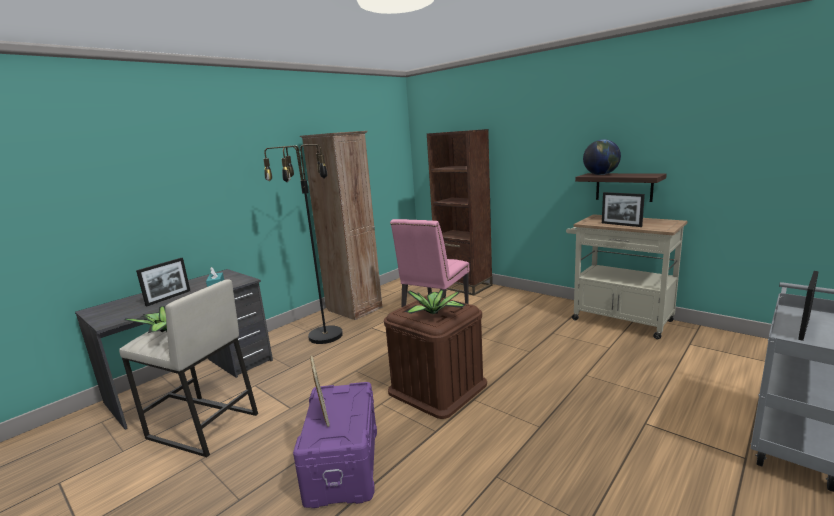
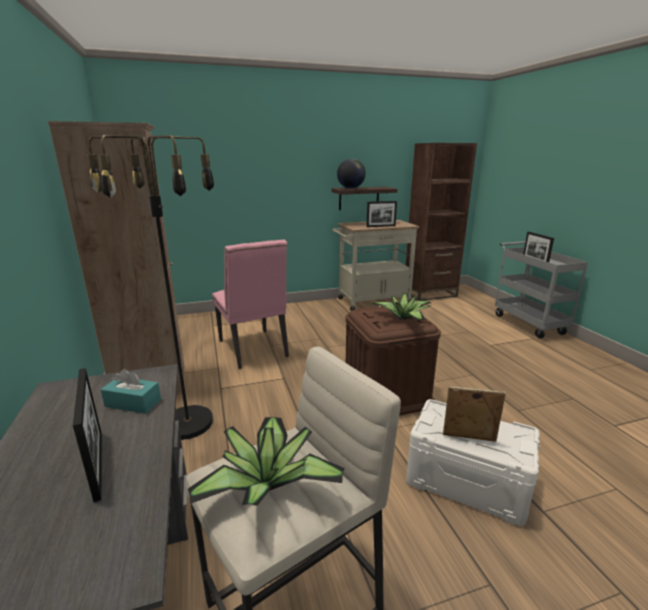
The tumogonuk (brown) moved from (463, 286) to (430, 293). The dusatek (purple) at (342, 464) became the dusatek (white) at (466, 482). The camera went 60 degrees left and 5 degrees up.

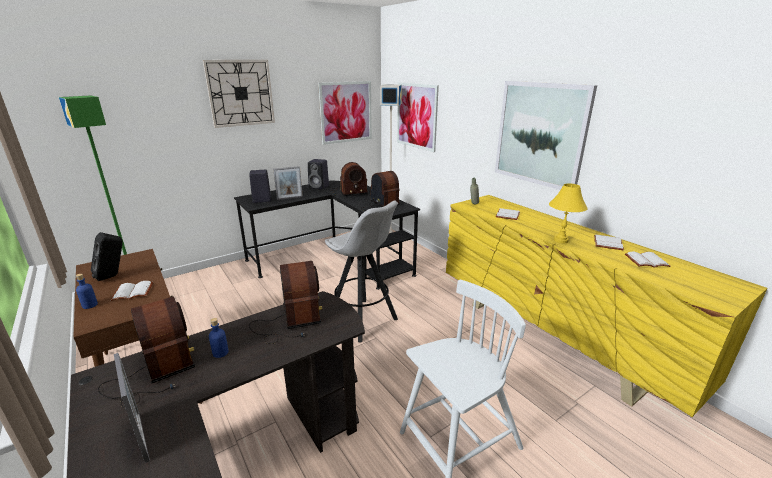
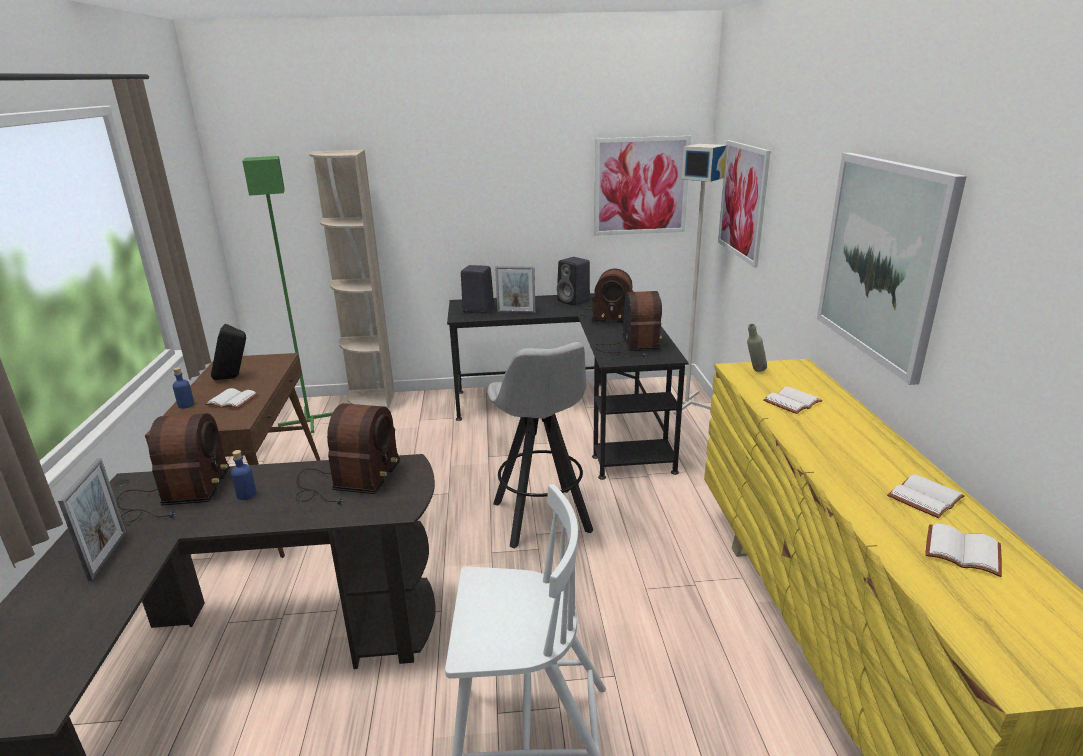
The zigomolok at (240, 93) disappeared. The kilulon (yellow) at (561, 240) disappeared. The tumogonuk (beige) at (371, 404) appeared. The camera went 30 degrees right and 0 degrees up.

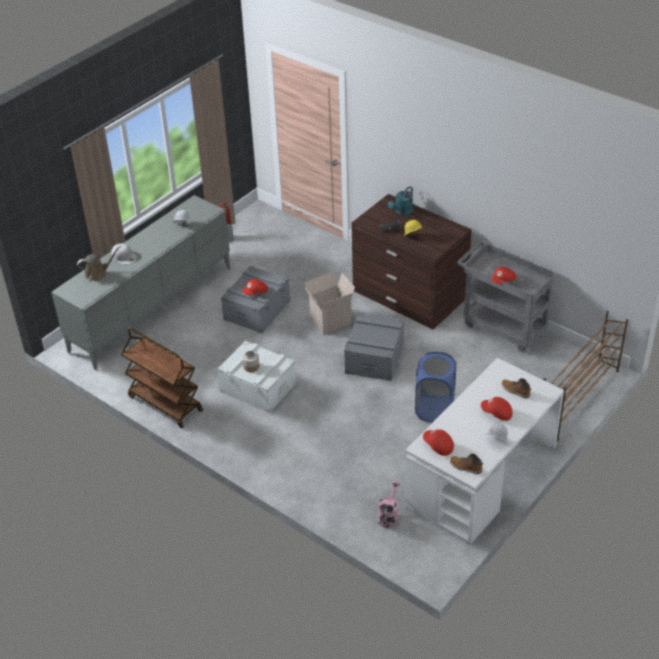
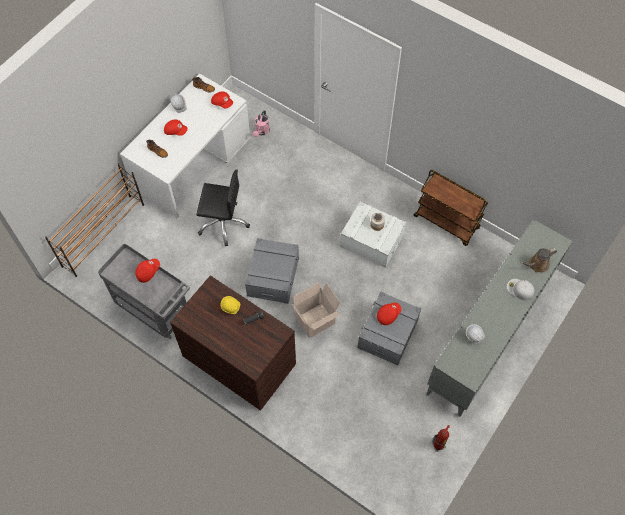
The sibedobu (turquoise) at (402, 213) disappeared. The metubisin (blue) at (434, 409) was replaced by the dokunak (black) at (223, 223). The camera went 175 degrees right and 20 degrees up.

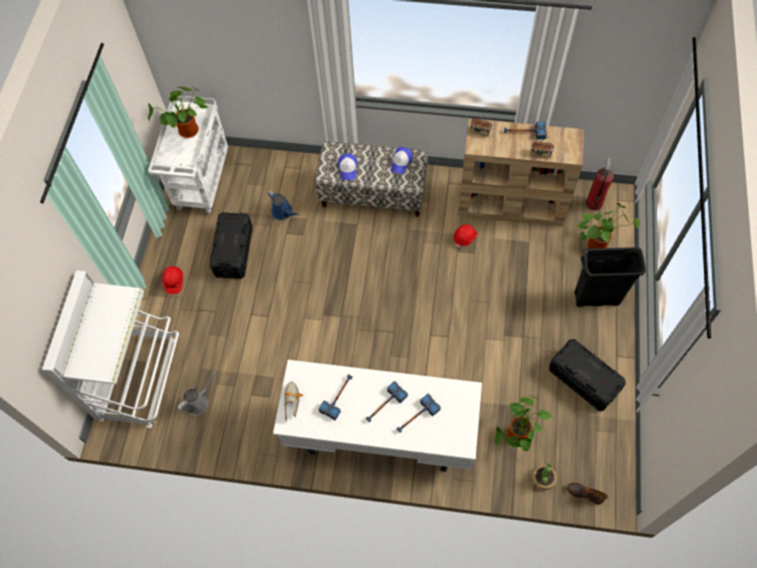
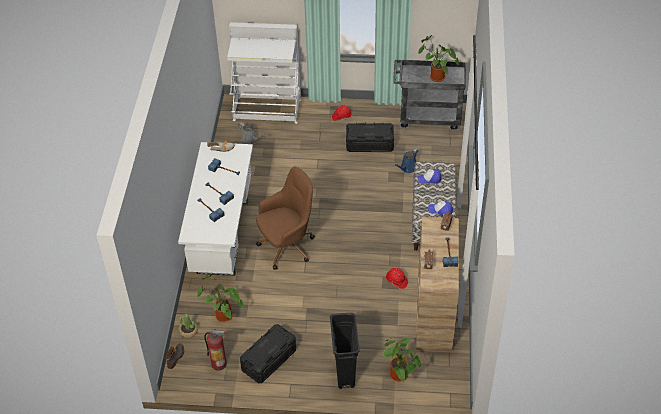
The dokunak (brown) at (287, 247) appeared. The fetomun moved from (594, 203) to (219, 363). The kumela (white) at (202, 185) became the kumela (black) at (426, 121). The camera went 85 degrees right and 15 degrees down.

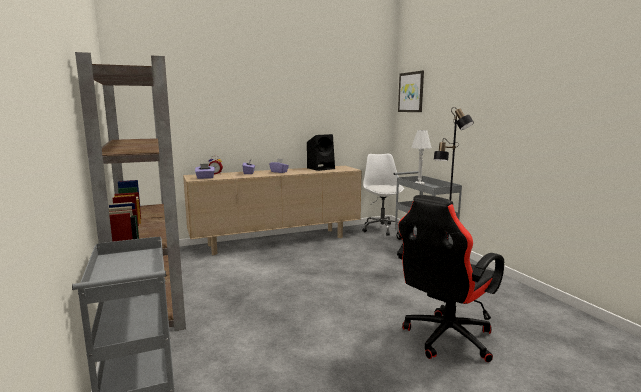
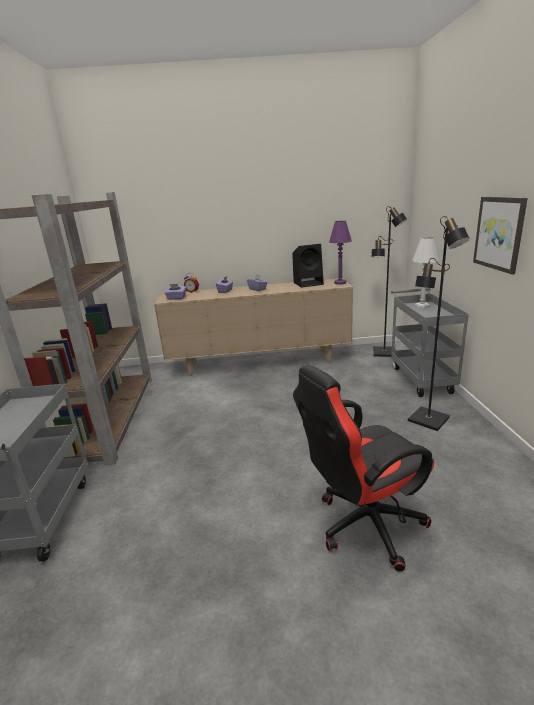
The kilulon (purple) at (340, 283) appeared. The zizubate moved from (411, 92) to (499, 233). The dokunak (white) at (381, 229) was replaced by the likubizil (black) at (384, 352). The camera went 20 degrees right and 10 degrees up.

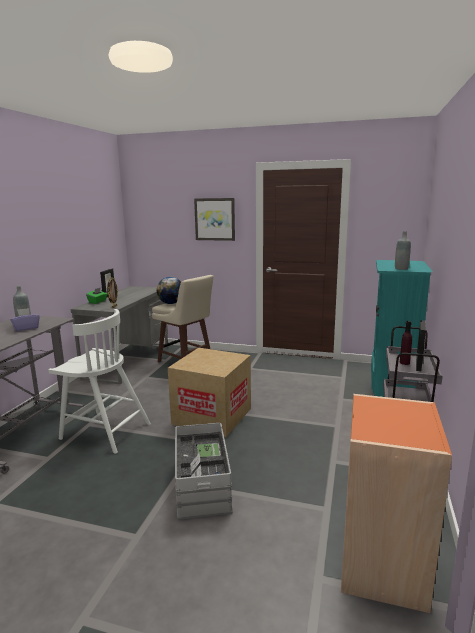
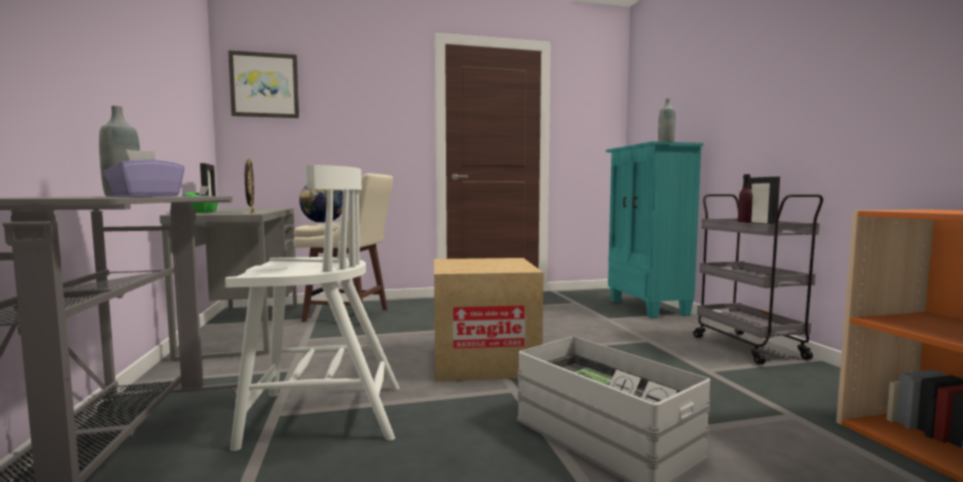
The zizubate moved from (215, 219) to (265, 85). The camera went 30 degrees left and 10 degrees down.

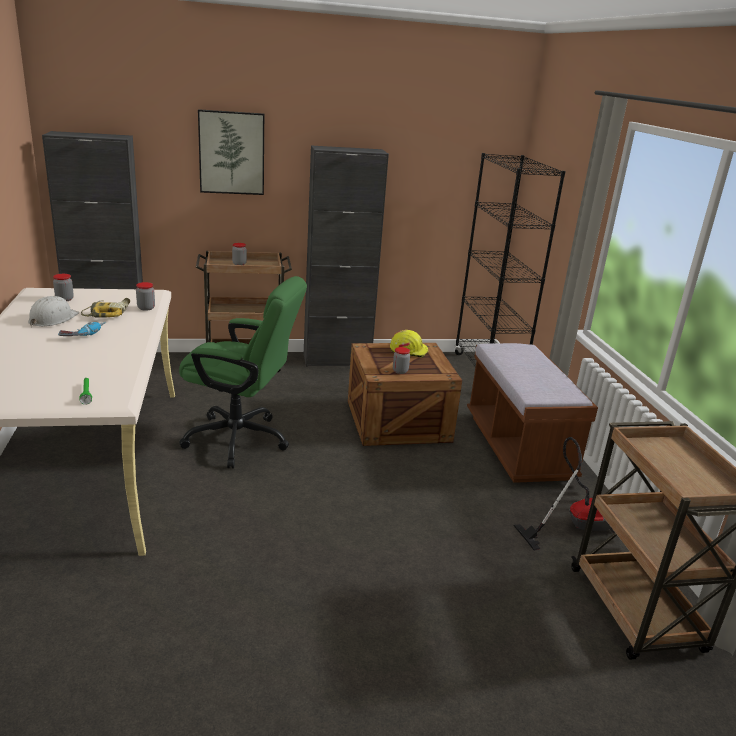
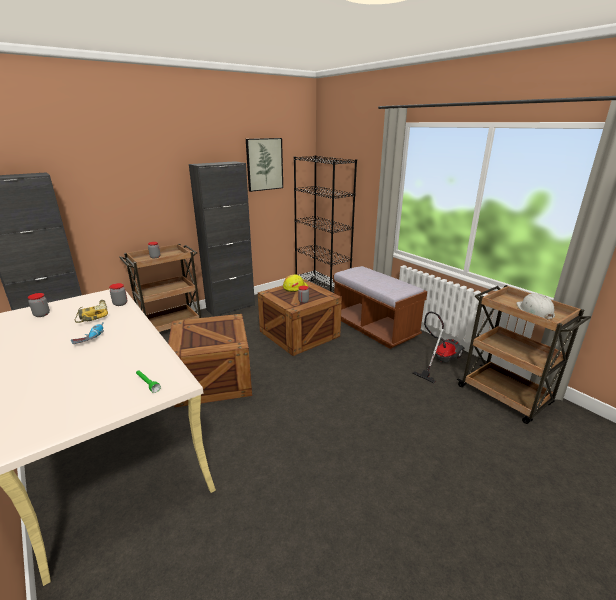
The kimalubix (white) moved from (52, 319) to (534, 311). The zizubate moved from (231, 153) to (264, 164). The dokunak (green) at (242, 441) was replaced by the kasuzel at (214, 379). The camera went 25 degrees left and 0 degrees up.

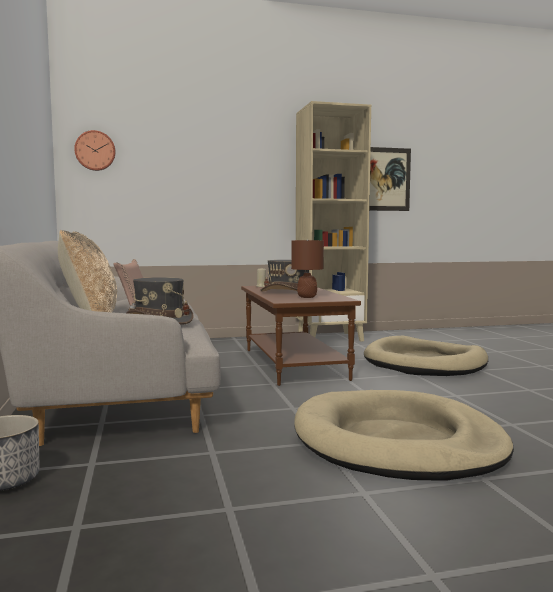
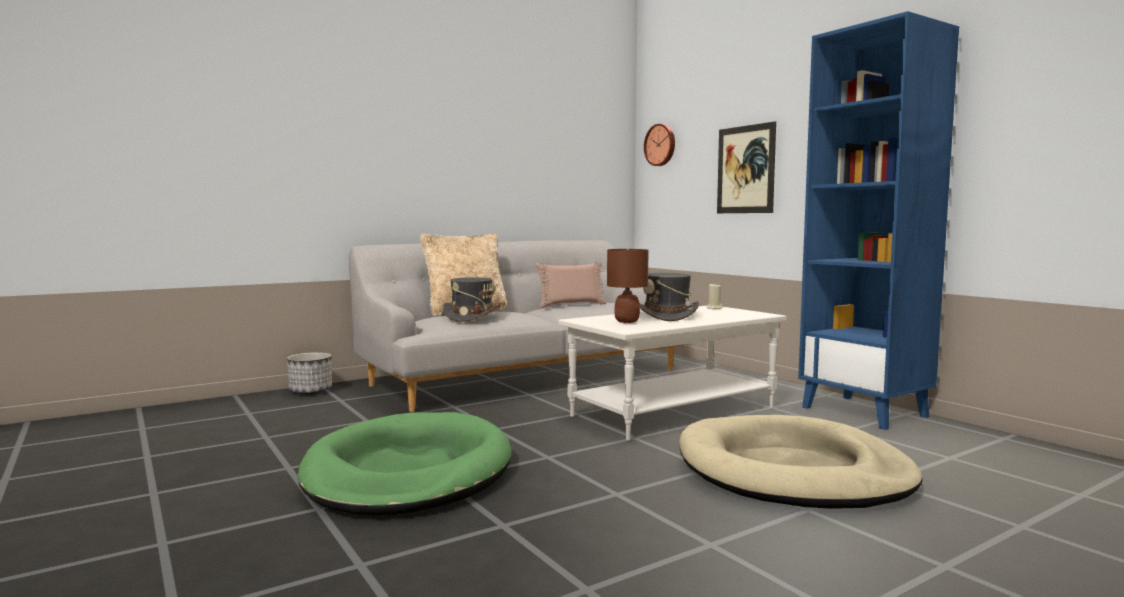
The zizubate moved from (385, 179) to (745, 169). The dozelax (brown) at (292, 364) became the dozelax (white) at (673, 411). The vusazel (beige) at (397, 442) became the vusazel (green) at (409, 472). The tumogonuk (beige) at (330, 338) became the tumogonuk (blue) at (865, 412). The camera went 70 degrees right and 0 degrees up.

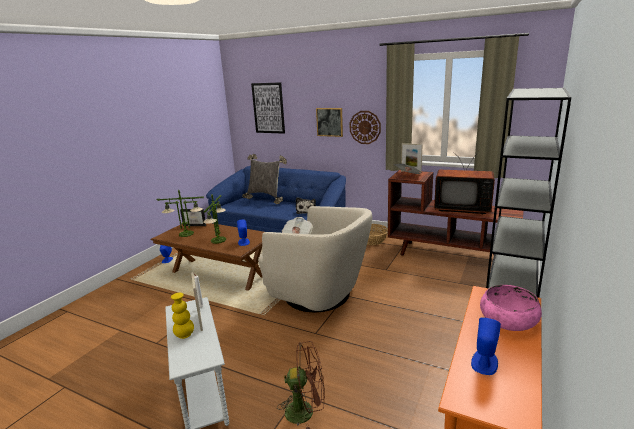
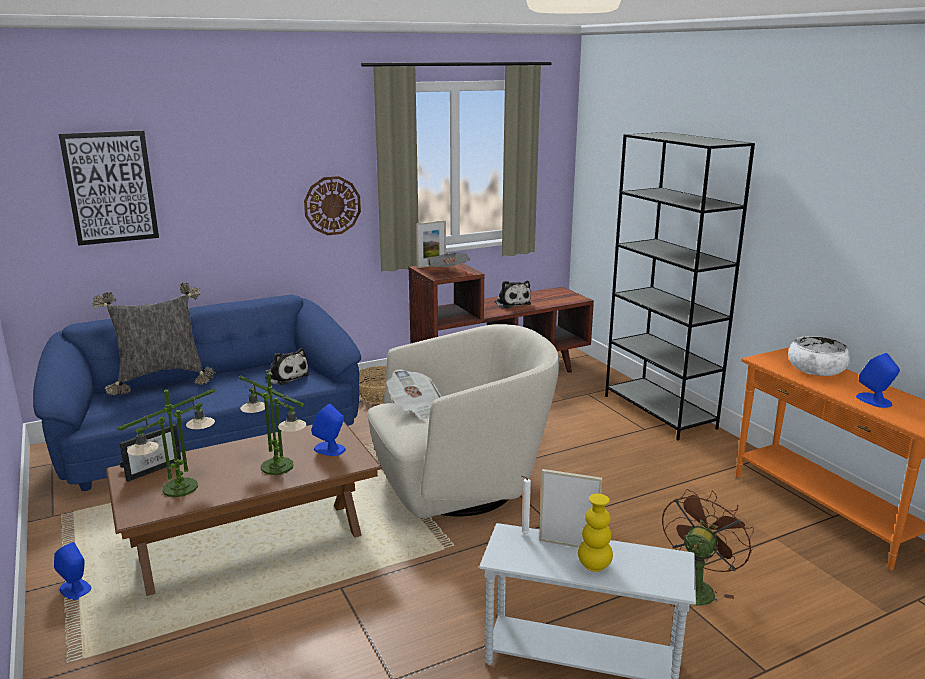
The zizubate at (329, 122) disappeared. The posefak at (461, 208) was replaced by the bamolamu at (511, 303). The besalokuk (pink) at (508, 320) became the besalokuk (white) at (816, 369). The camera went 55 degrees left and 0 degrees up.

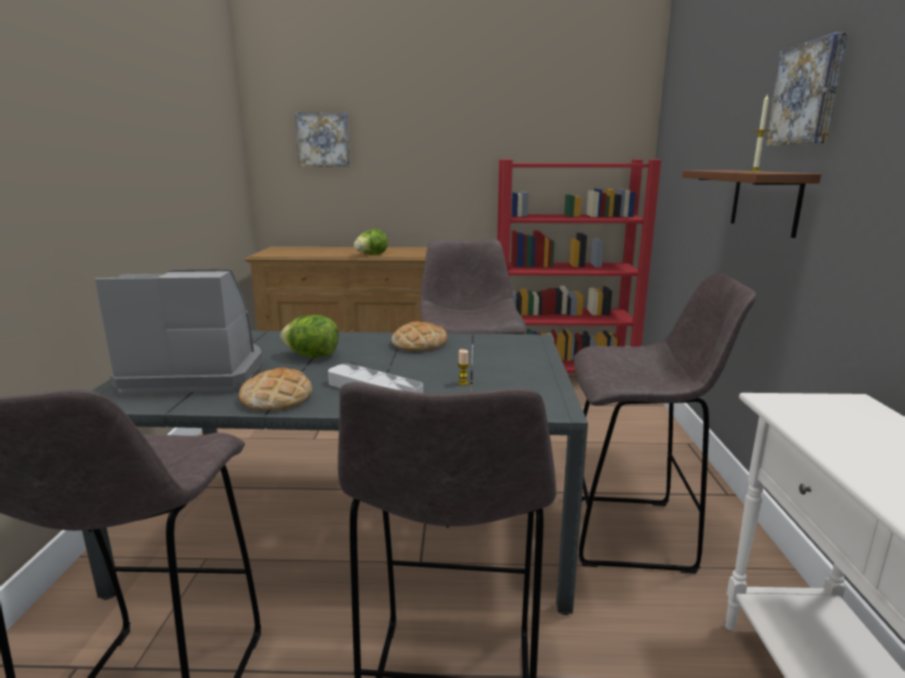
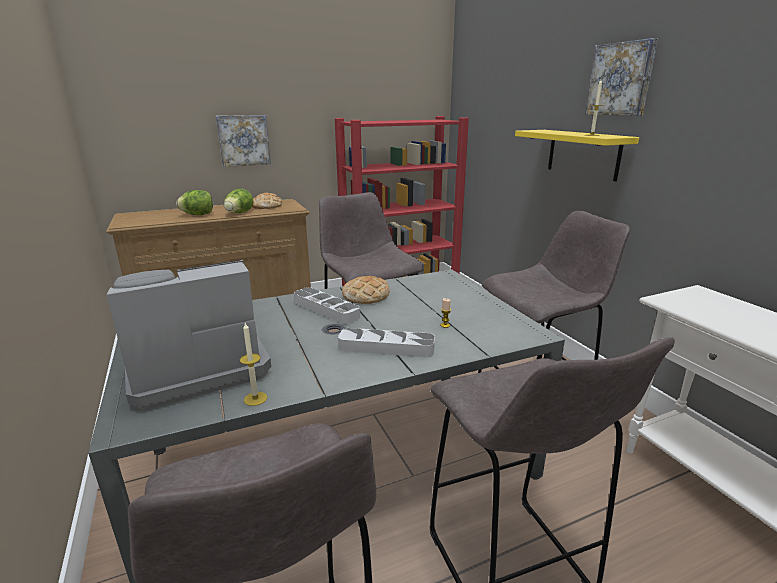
The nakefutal at (255, 399) appeared. The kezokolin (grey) at (326, 309) appeared. The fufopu moved from (277, 398) to (266, 206). The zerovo moved from (312, 356) to (198, 215). The zizubate moved from (323, 140) to (243, 140). The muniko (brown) at (765, 201) became the muniko (yellow) at (583, 154). The camera went 25 degrees left and 5 degrees up.

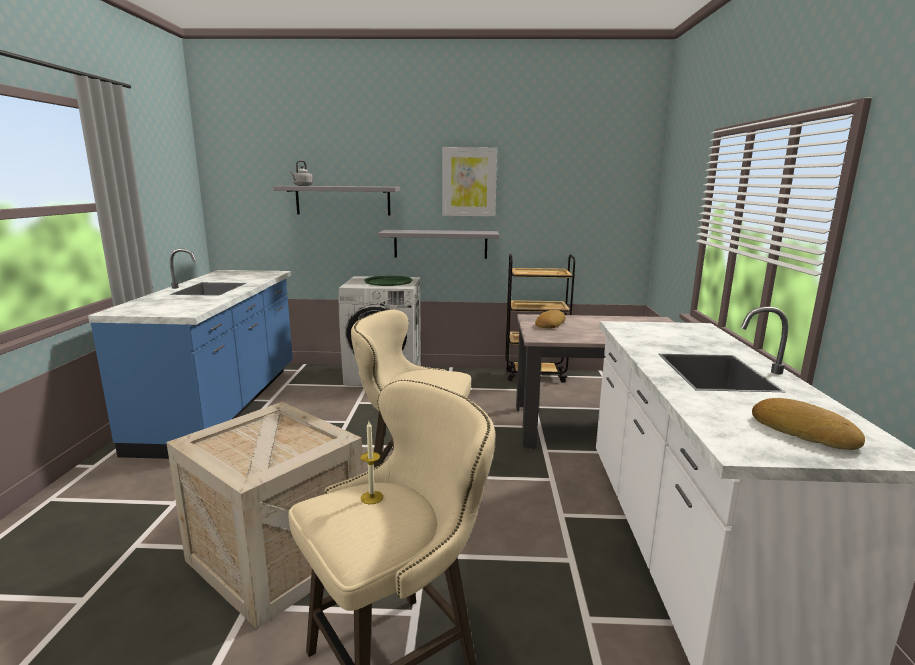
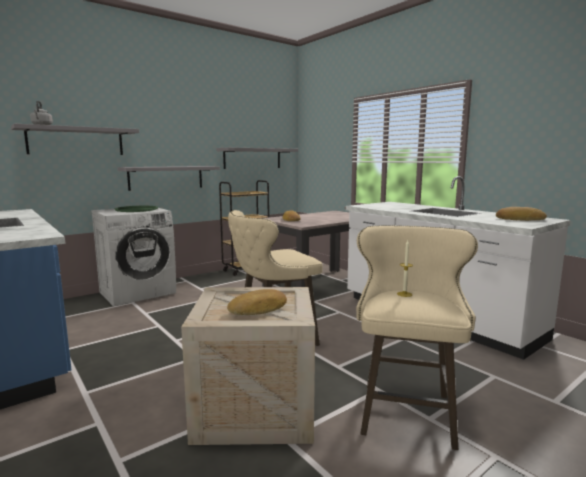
The zizubate at (469, 182) disappeared. The muniko (grey) at (252, 158) appeared. The fufopu at (259, 308) appeared. The camera went 40 degrees left and 5 degrees down.

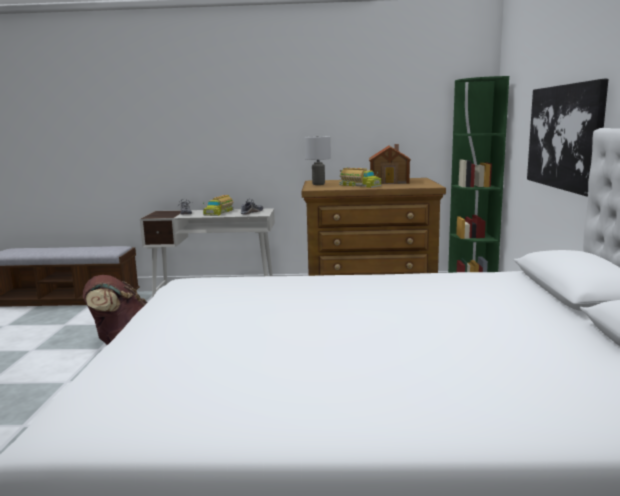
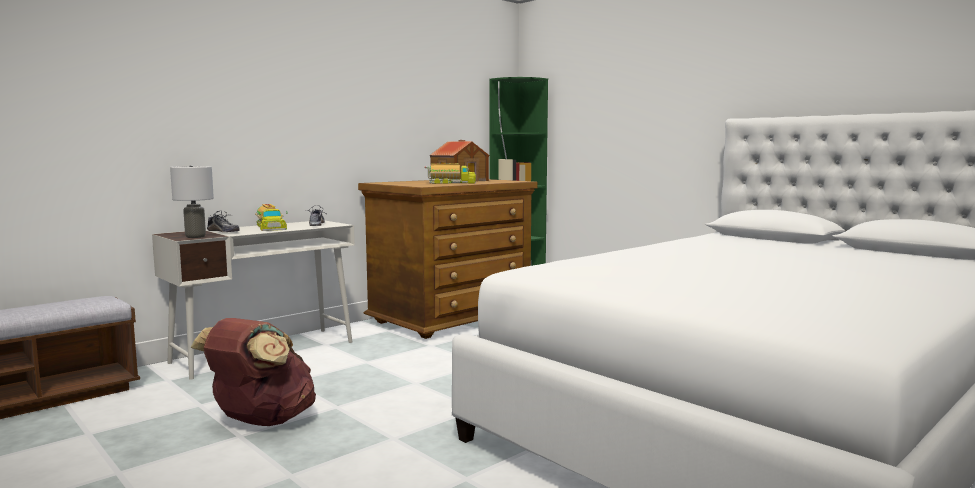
The zizubate at (564, 137) disappeared. The kilulon (white) moved from (319, 184) to (196, 237). The camera went 45 degrees left and 5 degrees down.

